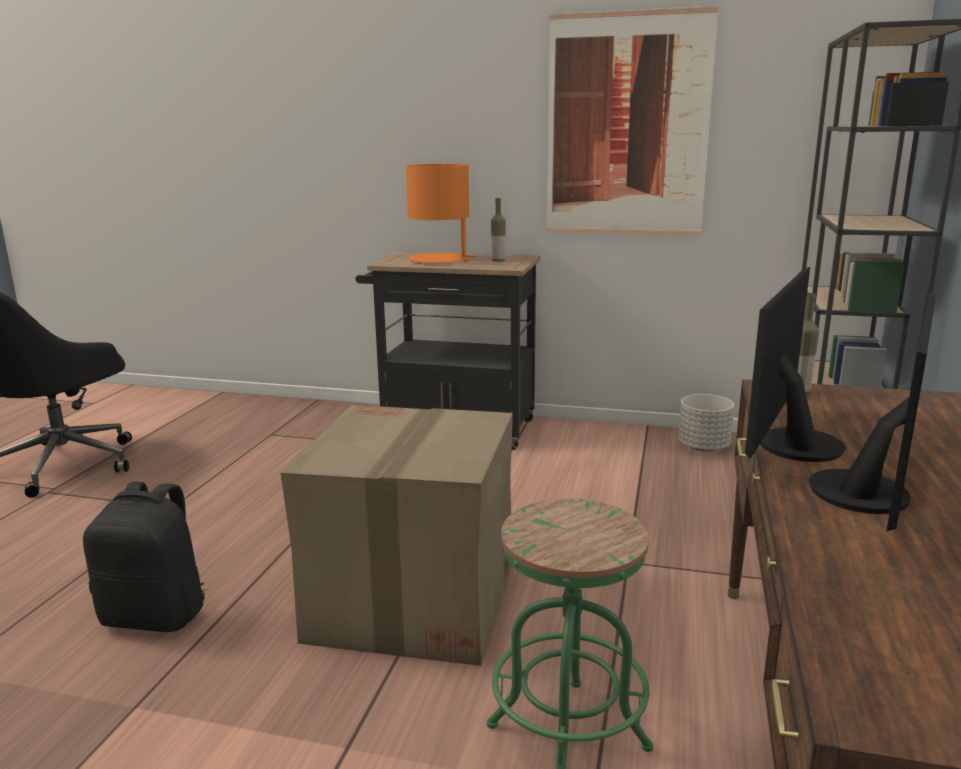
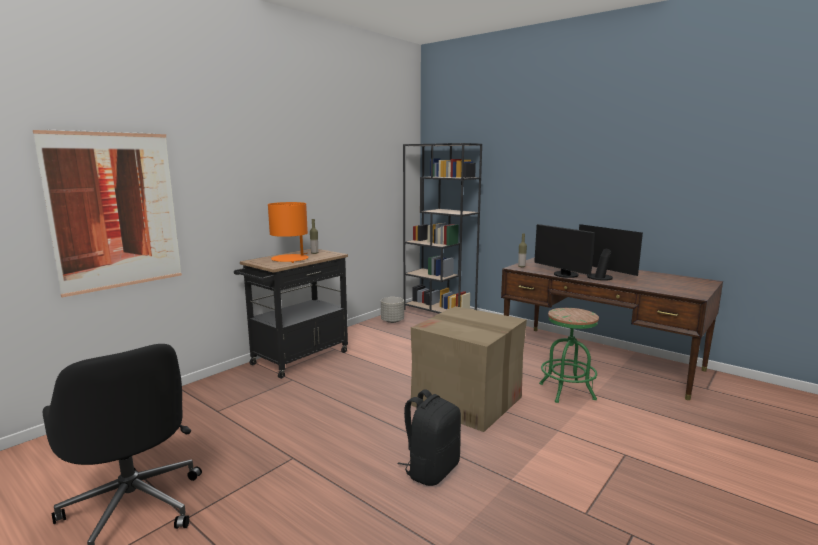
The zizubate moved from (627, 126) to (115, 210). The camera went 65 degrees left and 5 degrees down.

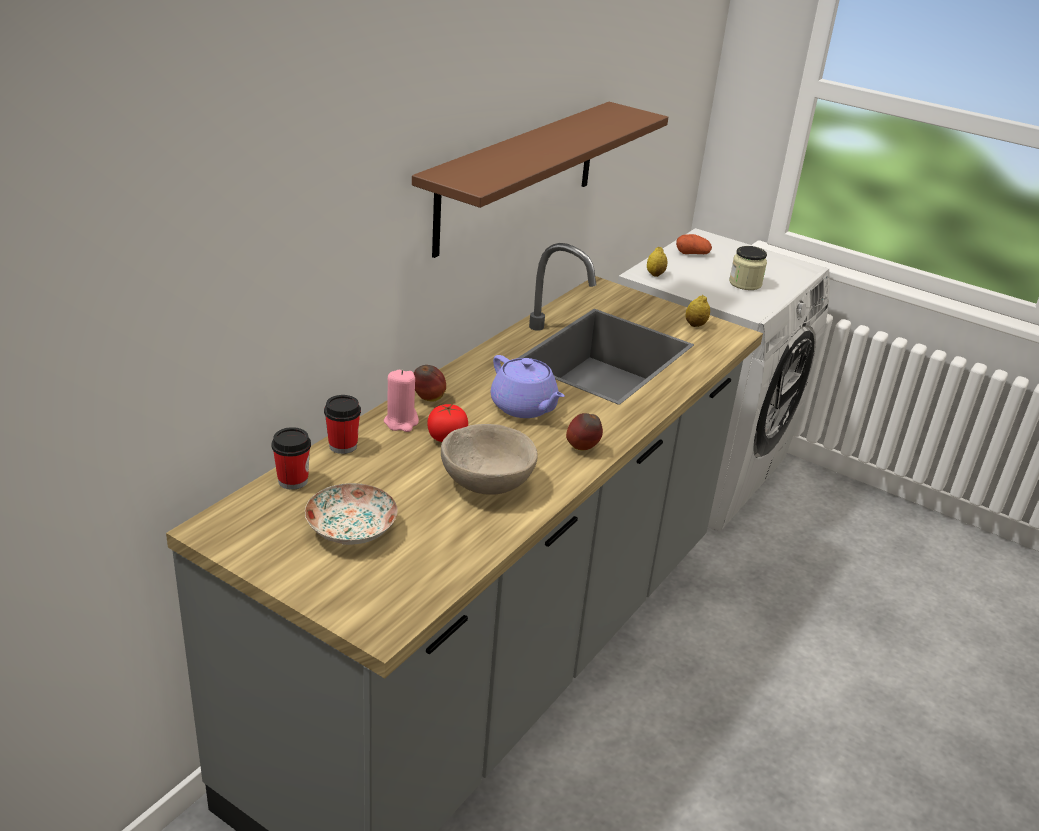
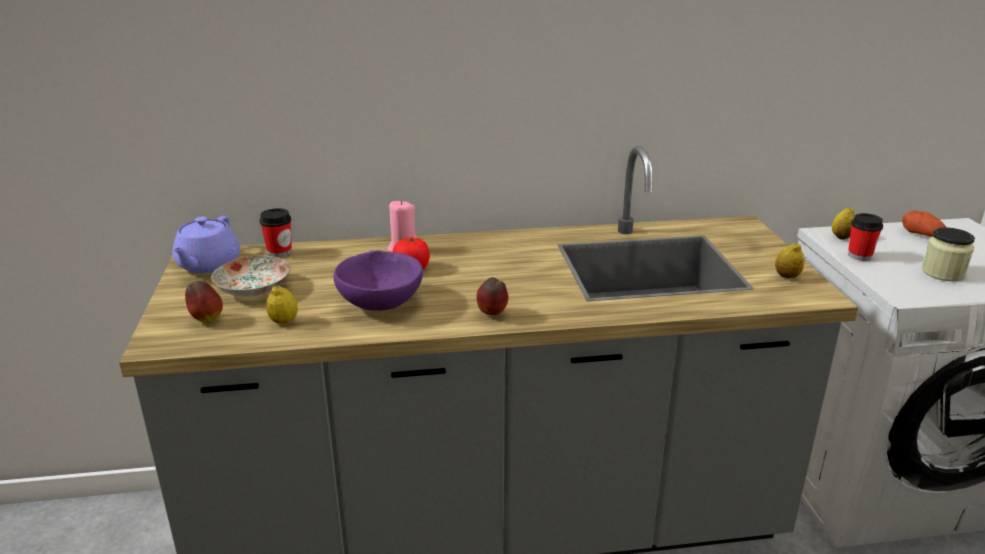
The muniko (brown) at (518, 176) disappeared. The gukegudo at (283, 321) appeared. The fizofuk moved from (343, 446) to (859, 255). The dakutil moved from (428, 399) to (206, 320). The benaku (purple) moved from (524, 407) to (208, 265). The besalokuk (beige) at (487, 483) became the besalokuk (purple) at (381, 303). The camera went 50 degrees right and 5 degrees down.

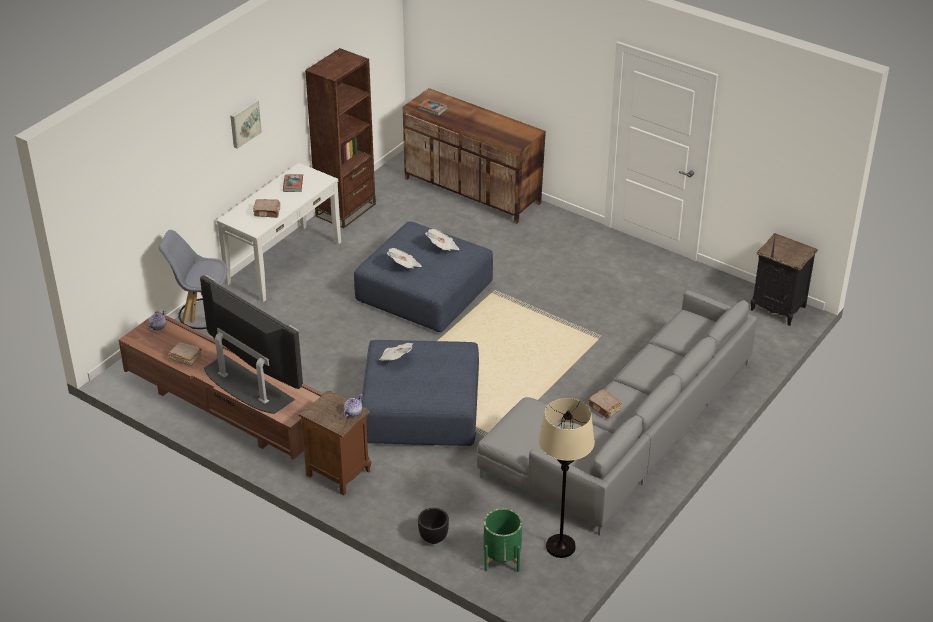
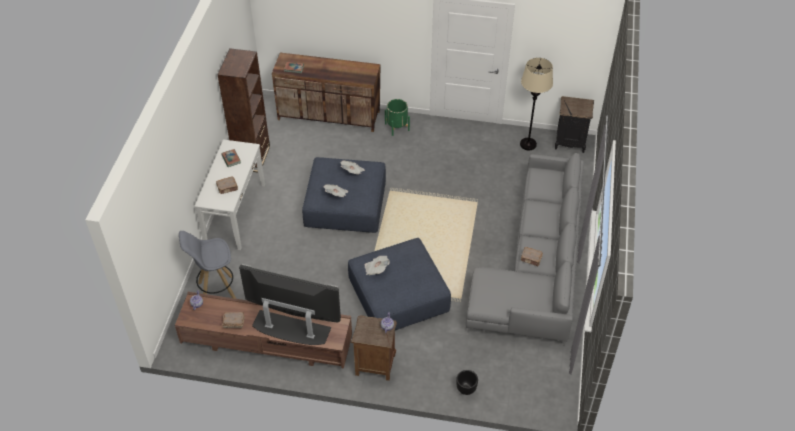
The zizubate at (244, 123) disappeared. The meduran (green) moved from (502, 558) to (397, 127). The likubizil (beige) moved from (560, 547) to (528, 144). The camera went 25 degrees left and 10 degrees up.

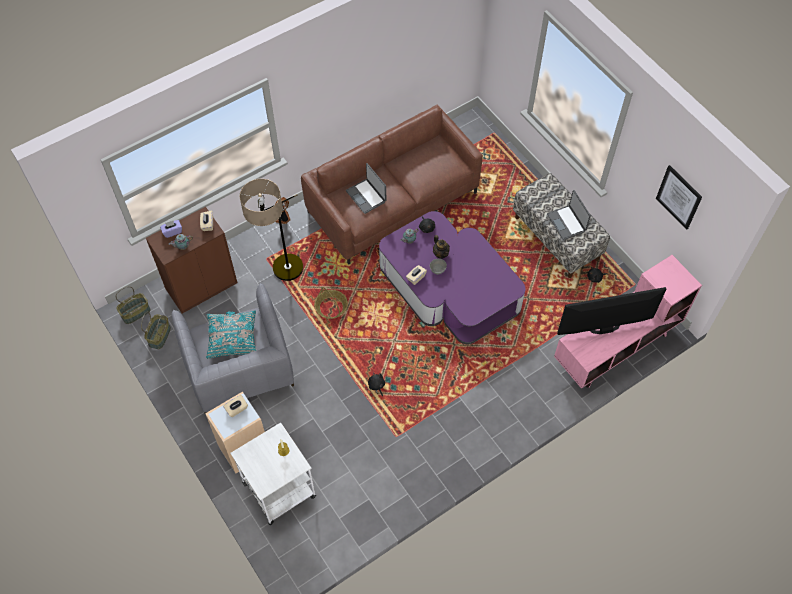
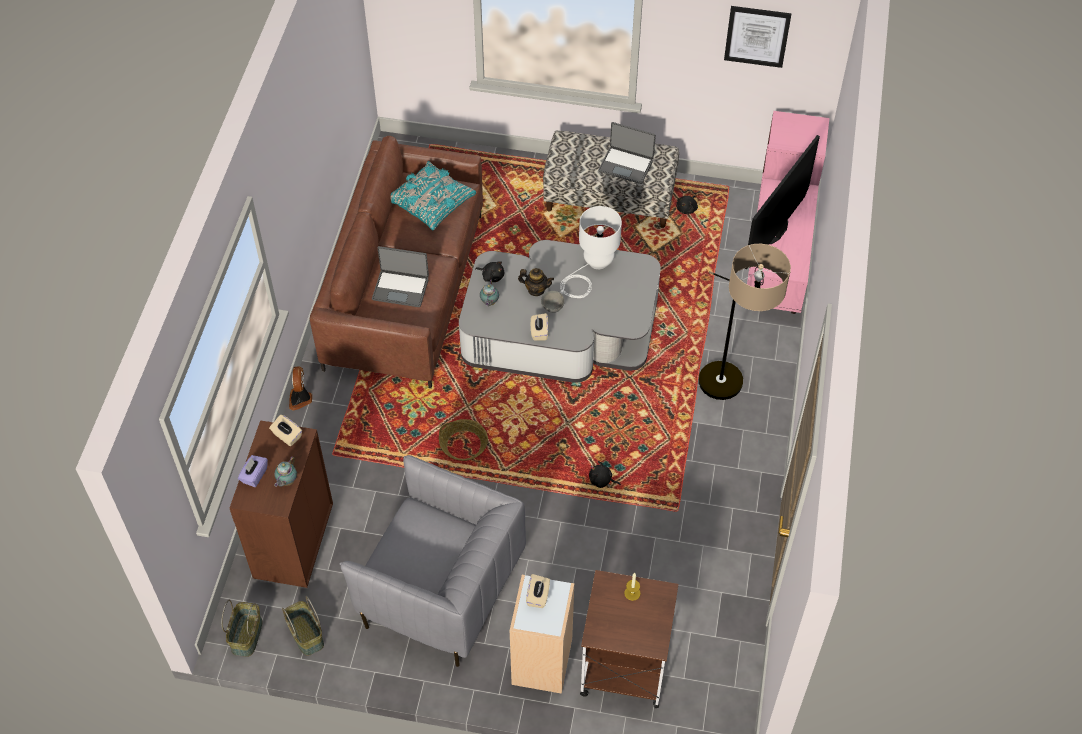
The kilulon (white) at (589, 271) appeared. The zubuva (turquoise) moved from (233, 339) to (431, 204). The likubizil moved from (282, 277) to (728, 395). The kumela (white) at (278, 488) became the kumela (brown) at (623, 666). The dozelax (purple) at (449, 286) became the dozelax (grey) at (559, 326). The camera went 45 degrees left and 5 degrees down.

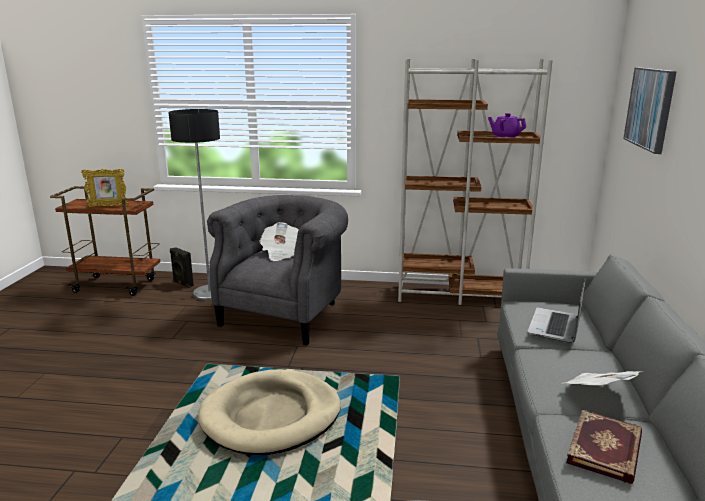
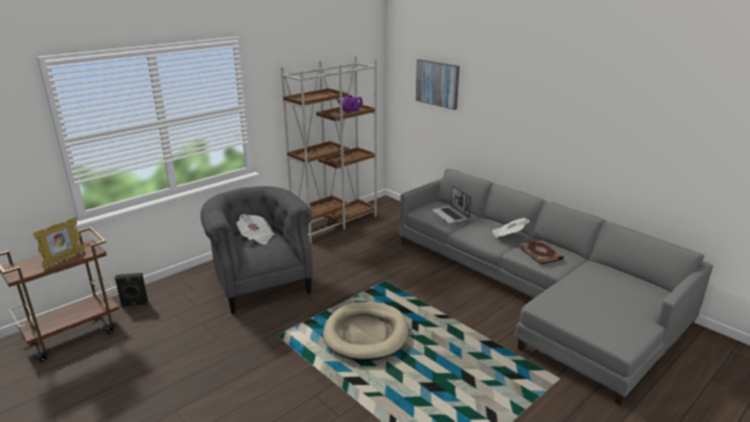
The likubizil at (210, 293) disappeared. The camera went 50 degrees left and 5 degrees up.

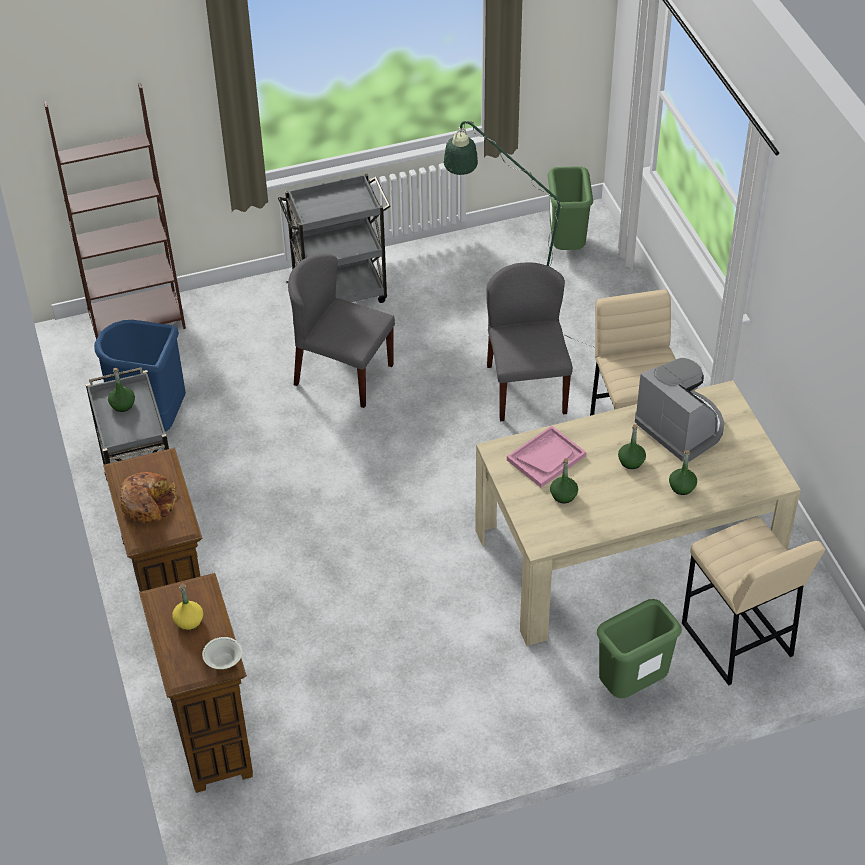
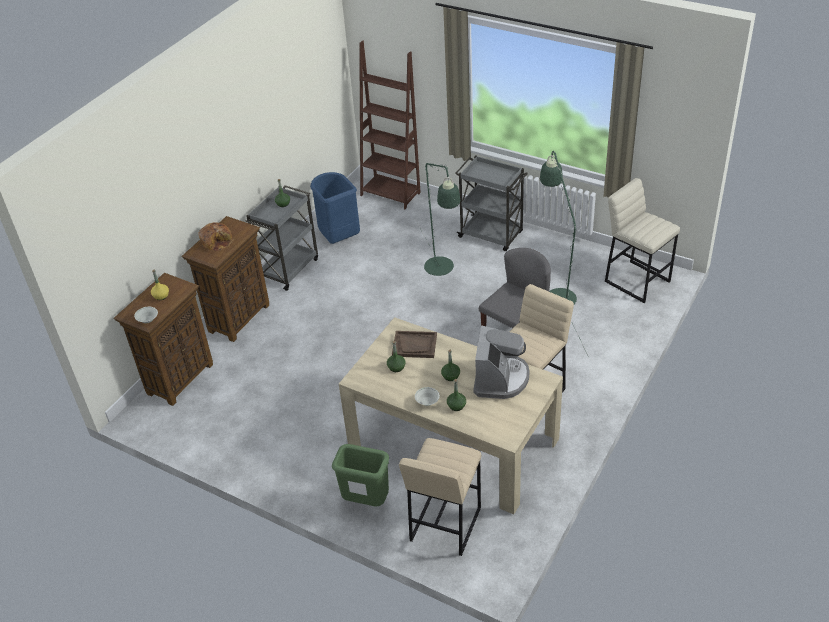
The besalokuk (white) at (427, 402) appeared. The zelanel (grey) at (343, 374) was replaced by the likubizil (green) at (441, 271). The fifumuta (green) at (566, 245) was replaced by the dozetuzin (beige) at (636, 281). The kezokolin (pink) at (546, 458) became the kezokolin (brown) at (414, 345). The camera went 50 degrees right and 5 degrees down.

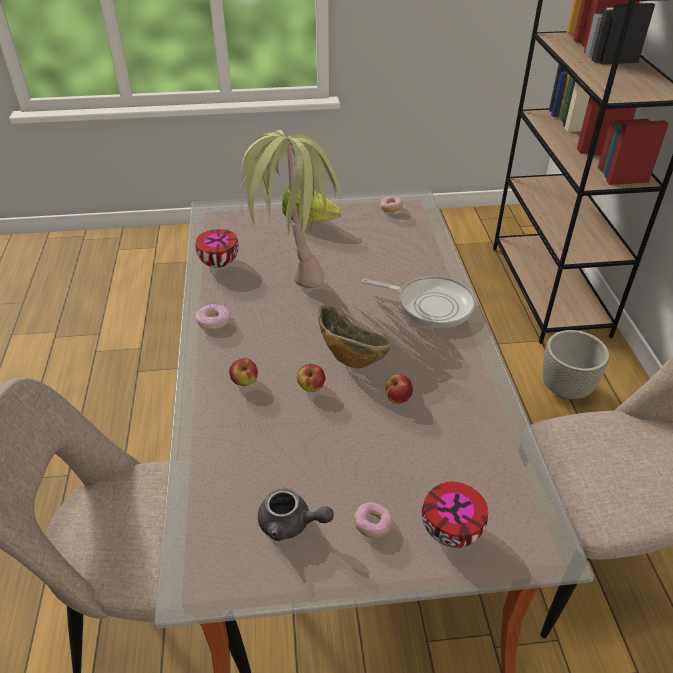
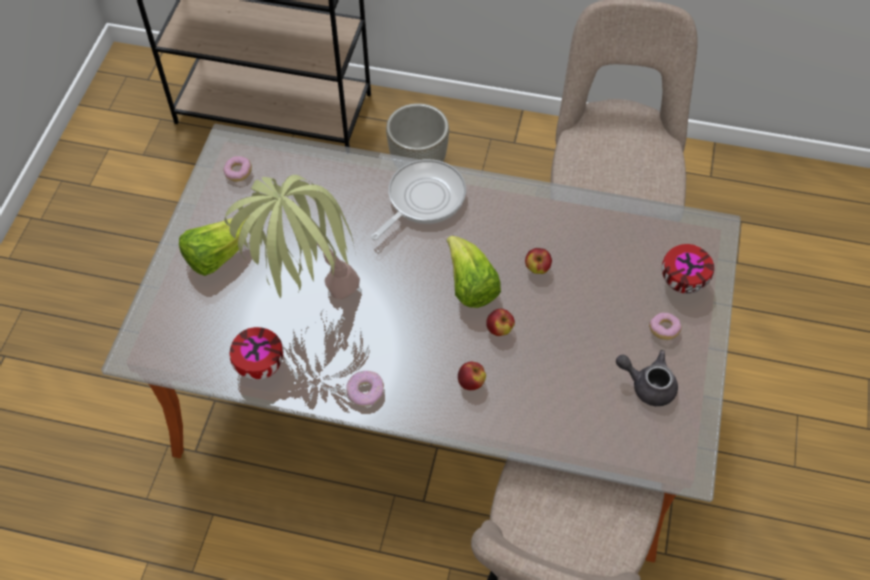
The besalokuk at (351, 357) was replaced by the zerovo at (470, 286). The benaku (grey) at (291, 524) turned 105 degrees counterclockwise. The camera went 70 degrees left and 15 degrees up.

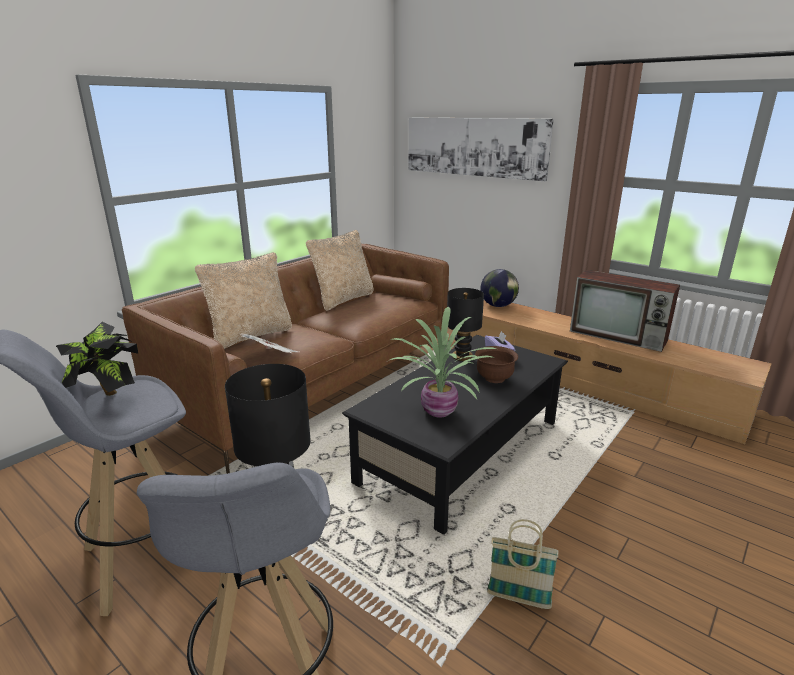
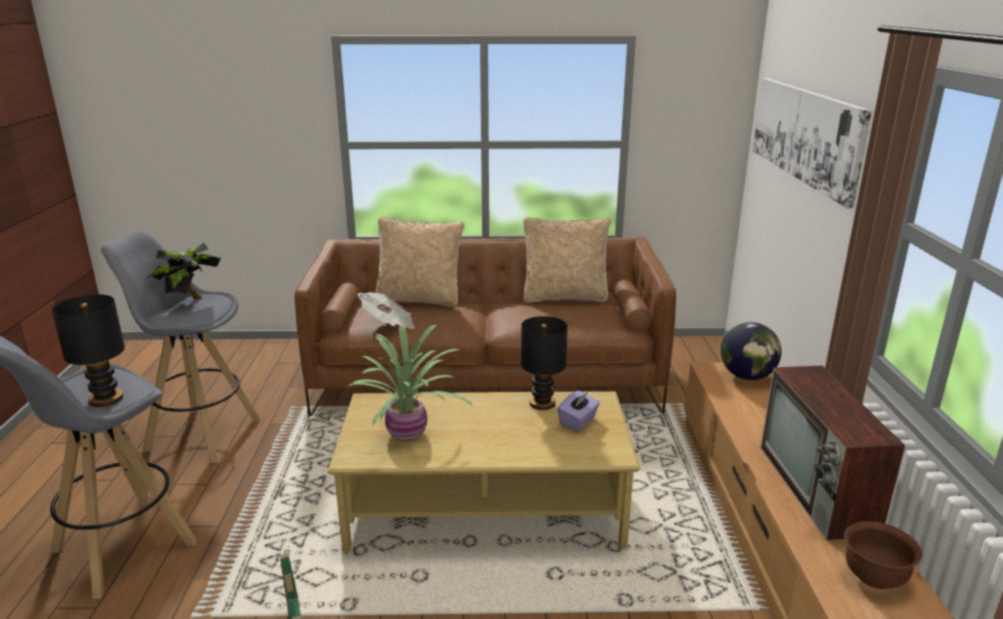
The besalokuk (brown) moved from (494, 378) to (874, 577). The dozelax (black) at (461, 450) became the dozelax (beige) at (487, 507). The camera went 50 degrees right and 0 degrees up.

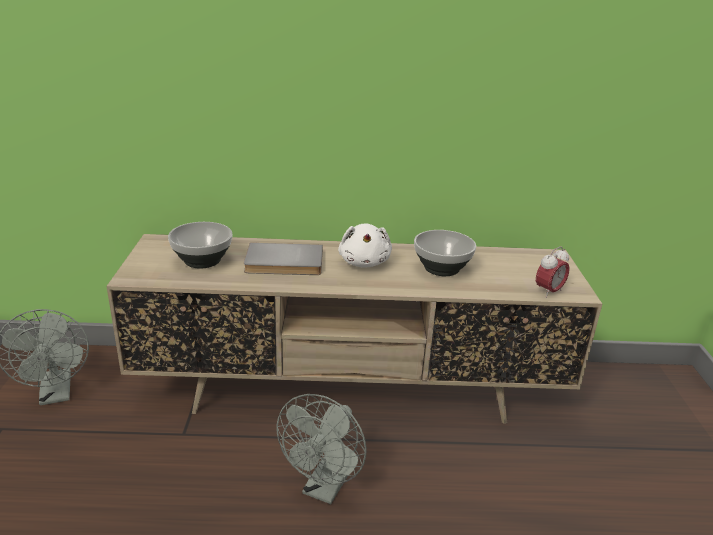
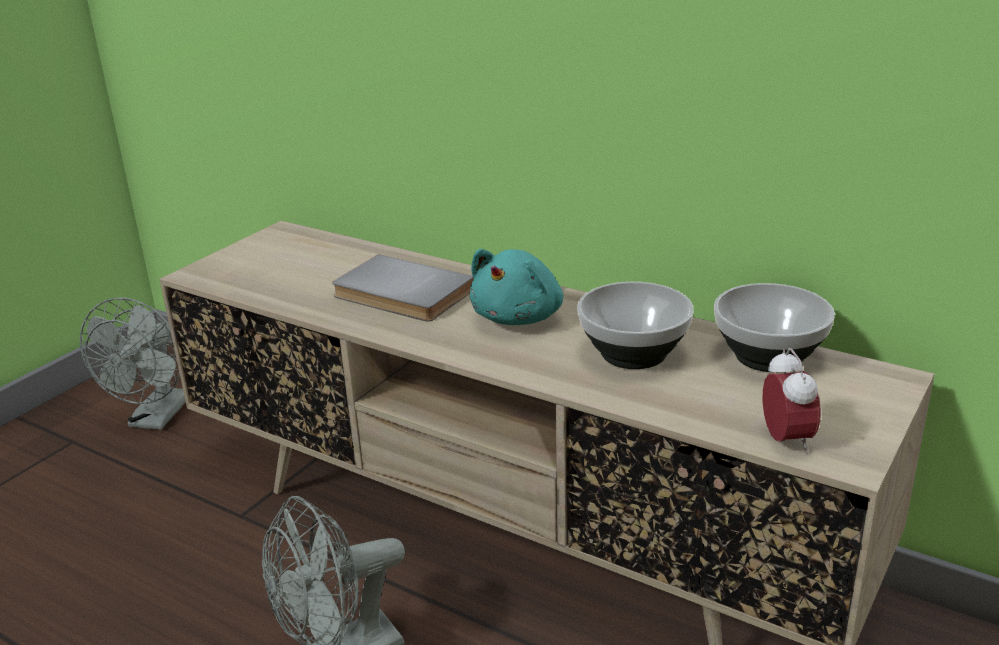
The besalokuk moved from (202, 260) to (768, 356). The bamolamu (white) at (364, 262) became the bamolamu (turquoise) at (519, 317). The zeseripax at (548, 292) turned 90 degrees counterclockwise. The camera went 35 degrees right and 0 degrees up.

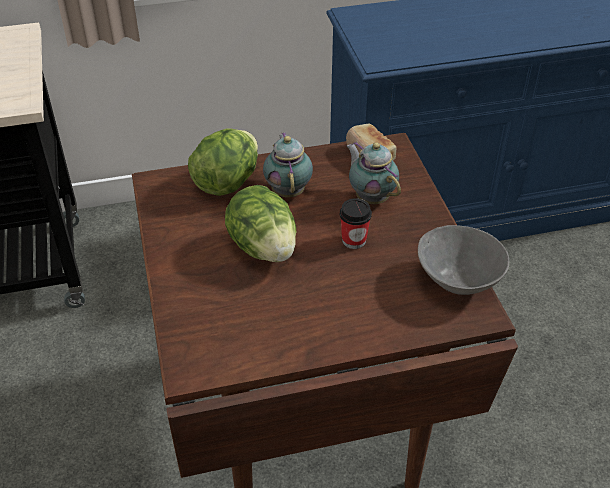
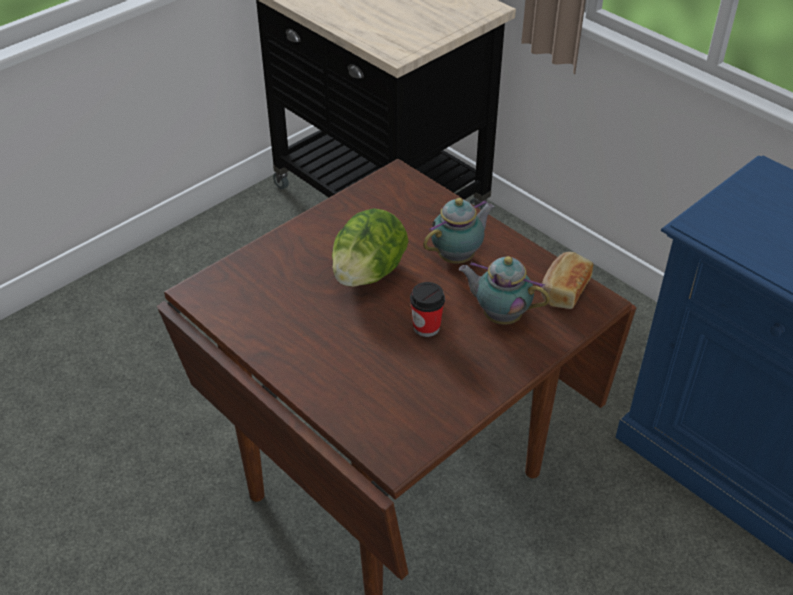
The zerovo at (227, 182) disappeared. The besalokuk (grey) at (457, 280) disappeared. The benaku at (371, 197) turned 90 degrees counterclockwise. The camera went 60 degrees right and 0 degrees up.

